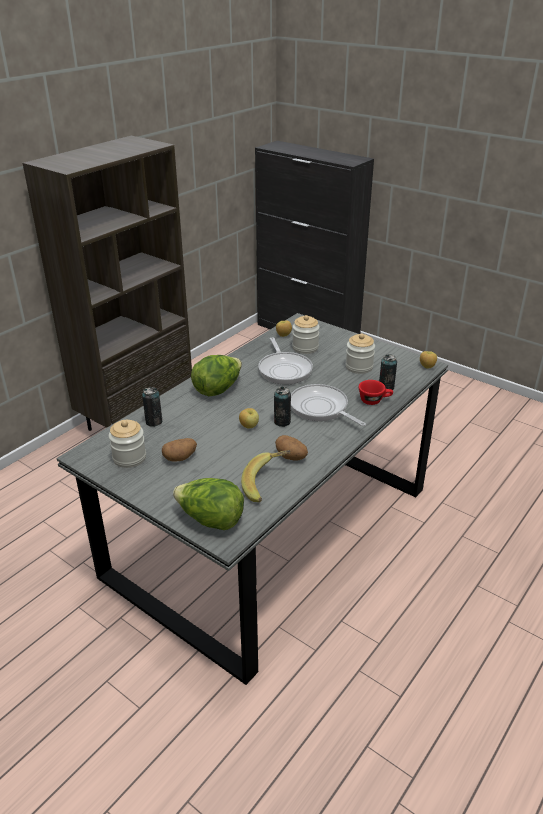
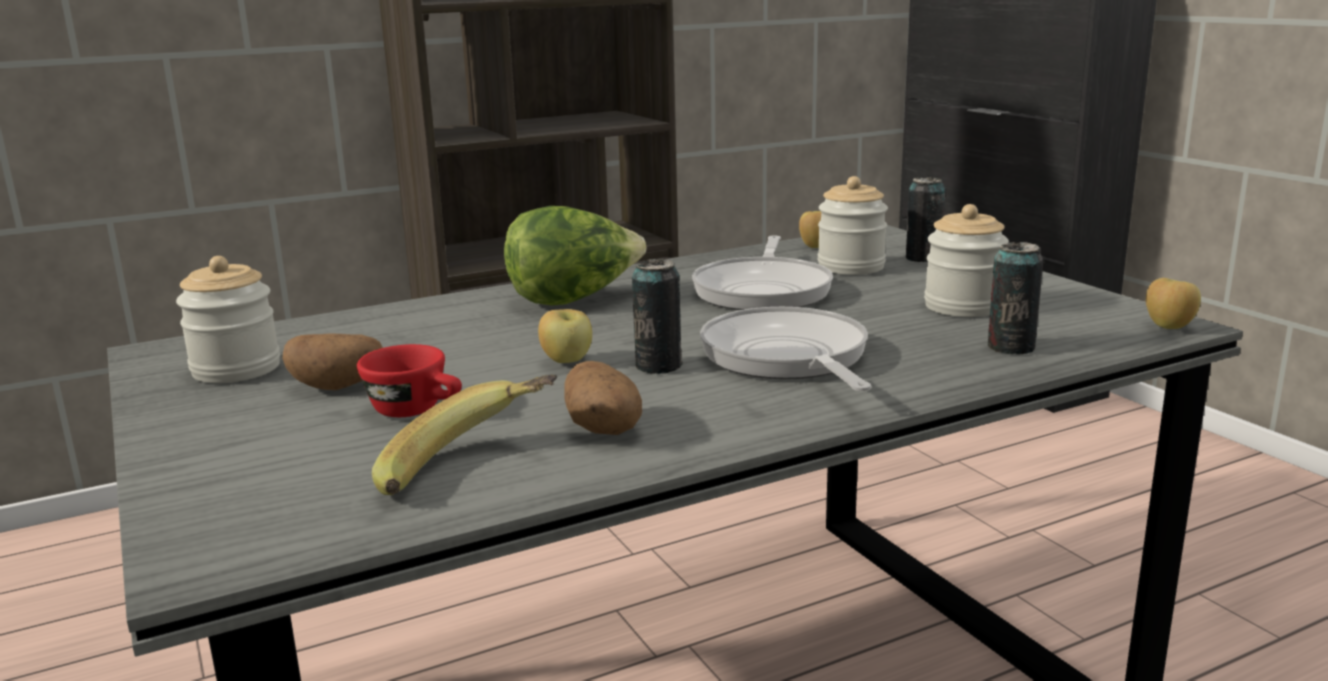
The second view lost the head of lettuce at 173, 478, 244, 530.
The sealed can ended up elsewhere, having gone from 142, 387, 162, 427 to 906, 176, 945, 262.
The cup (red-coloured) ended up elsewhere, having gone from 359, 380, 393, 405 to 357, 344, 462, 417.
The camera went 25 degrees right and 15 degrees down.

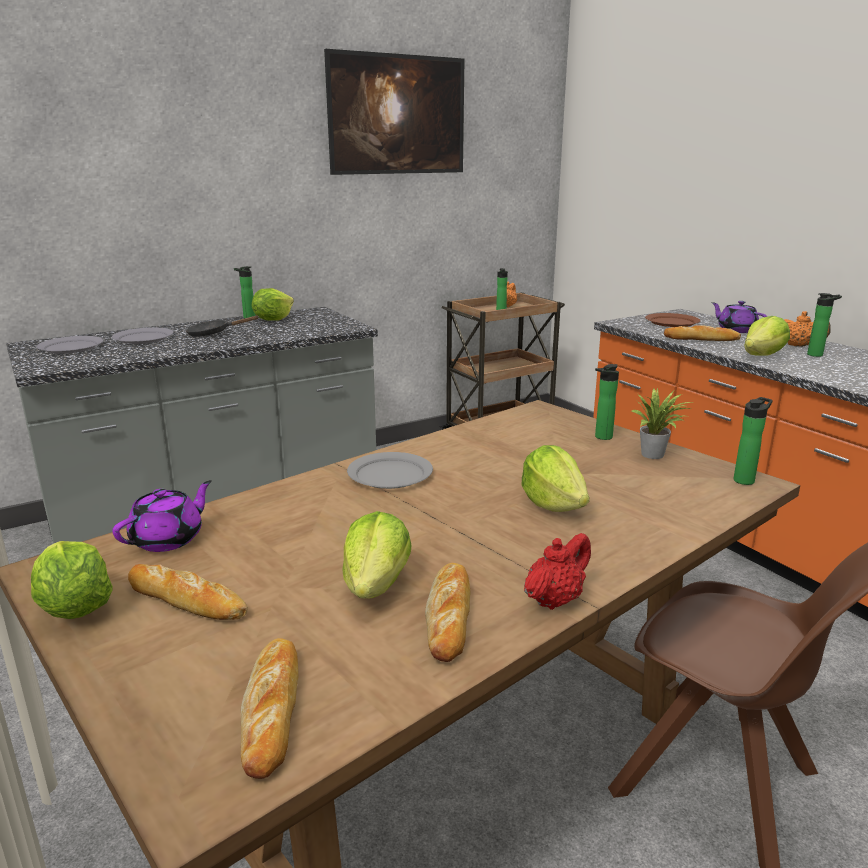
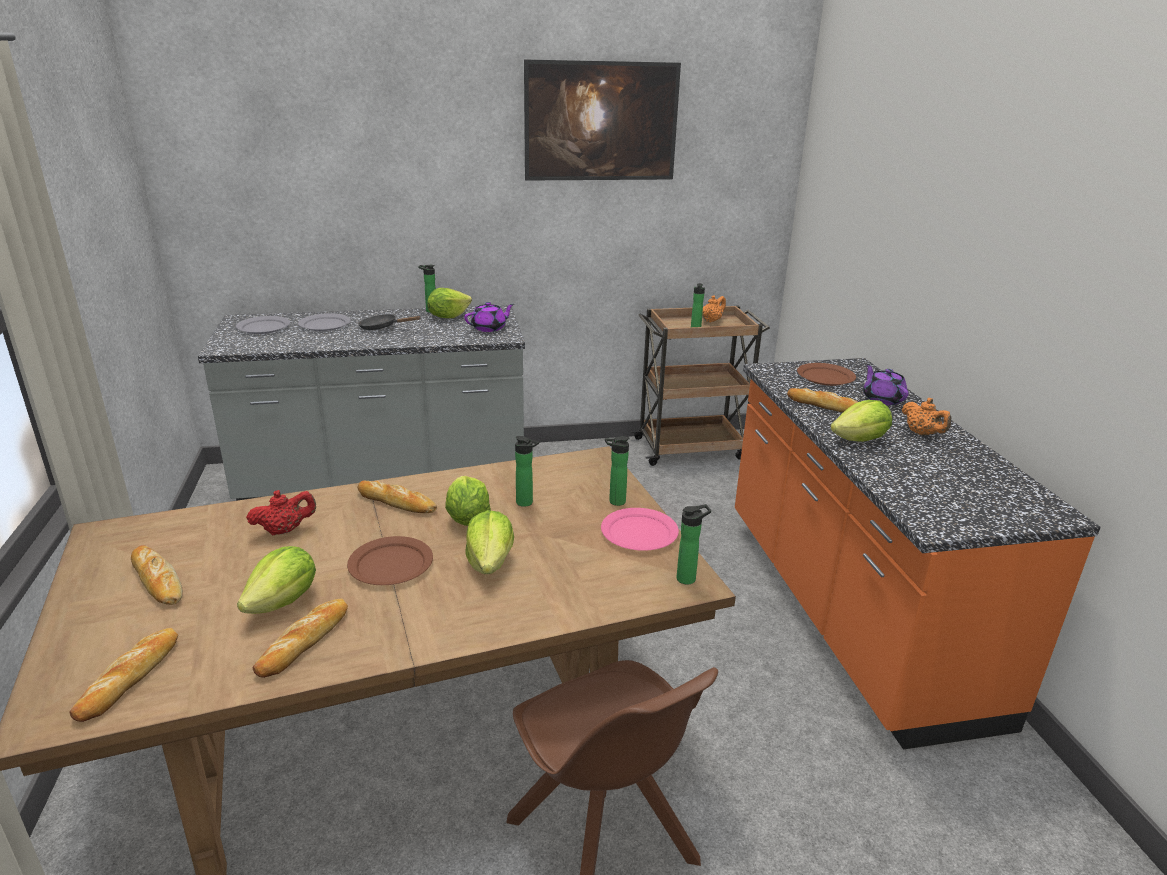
The second view gained the flat dish (brown) at 347, 536, 433, 585.
The head of lettuce ended up elsewhere, having gone from 31, 541, 113, 619 to 445, 476, 491, 526.
The pot for tea (purplish) ended up elsewhere, having gone from 112, 480, 212, 552 to 464, 302, 514, 332.
The pot for tea (red-coloured) ended up elsewhere, having gone from 524, 533, 591, 610 to 246, 490, 316, 535.
The beverage bottle ended up elsewhere, having gone from 807, 293, 842, 357 to 515, 436, 539, 507.
Where the flat dish (gray) stood at 347, 452, 433, 489, the bread came to stand at 357, 481, 437, 513.
Where the houseplant stood at 632, 387, 693, 459, the flat dish (pink-coloured) came to stand at 601, 508, 679, 551.
The camera went 20 degrees right and 5 degrees up.

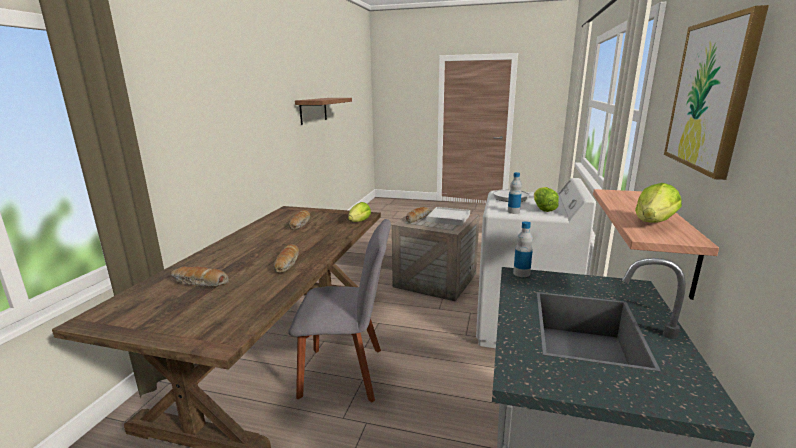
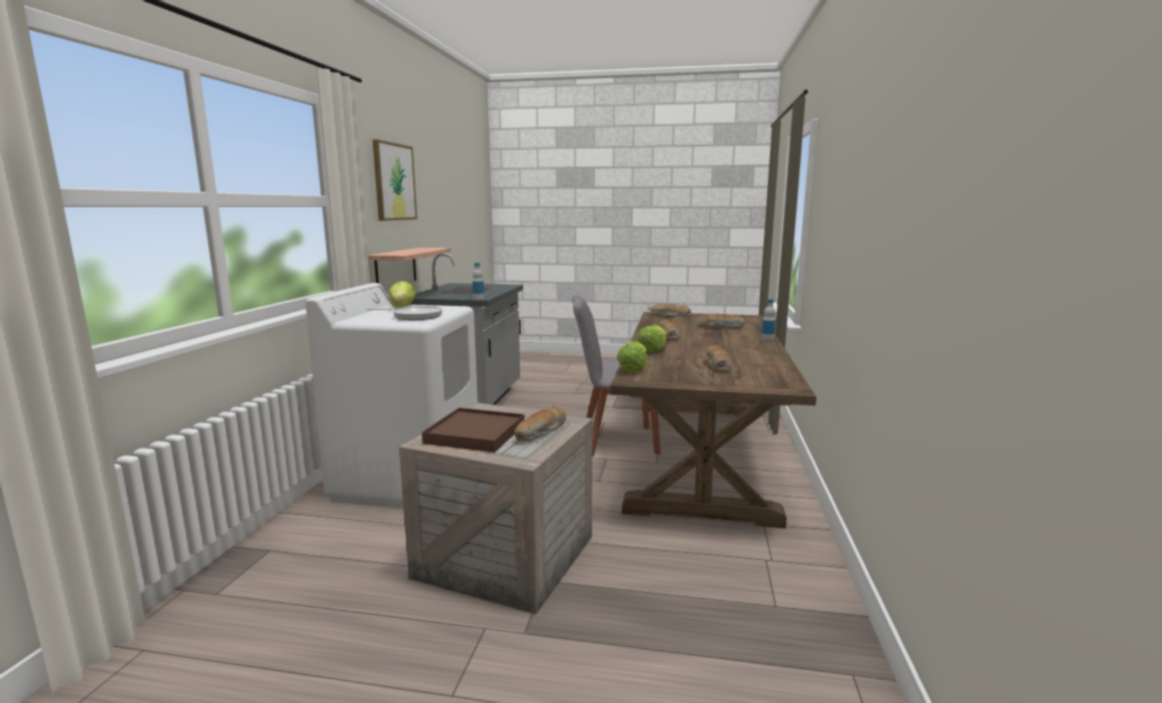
The second view lost the bracket shelf at 295, 98, 352, 125.
The second view gained the bread at 649, 304, 692, 317.
The beverage bottle ended up elsewhere, having gone from 508, 172, 522, 214 to 761, 299, 776, 341.
The head of lettuce ended up elsewhere, having gone from 635, 183, 682, 223 to 637, 325, 667, 352.
What was the tray (white) at 427, 207, 470, 226 turned into the tray (brown) at 422, 408, 525, 452.
The camera went 175 degrees right and 5 degrees down.

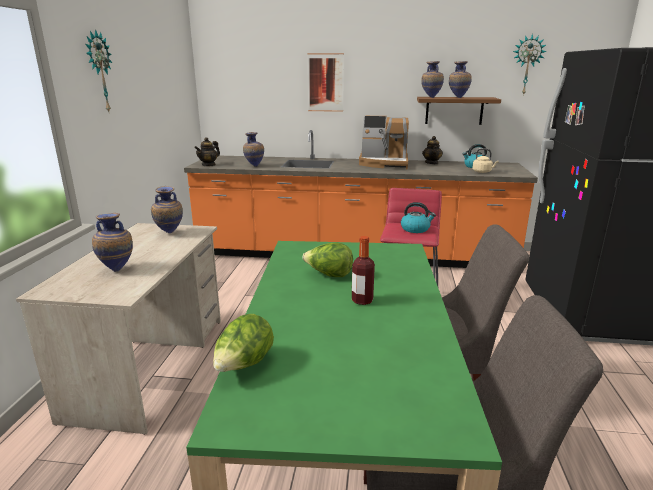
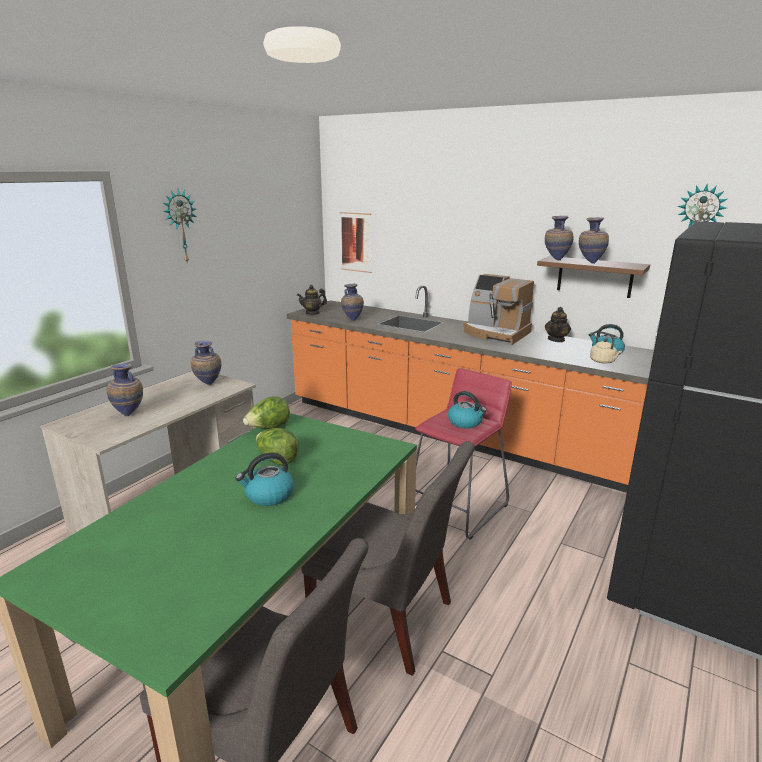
The head of lettuce ended up elsewhere, having gone from 213, 314, 274, 372 to 243, 397, 290, 429.
The wall art ended up elsewhere, having gone from 307, 53, 344, 112 to 339, 212, 372, 273.
Where the beverage bottle stood at 352, 236, 375, 305, the kettle came to stand at 235, 452, 294, 506.
The camera went 25 degrees right and 0 degrees up.

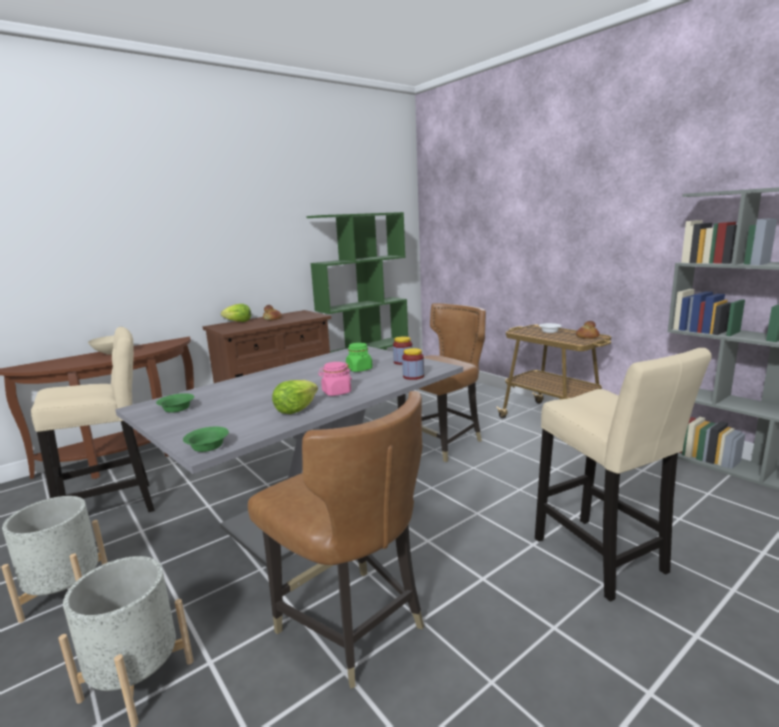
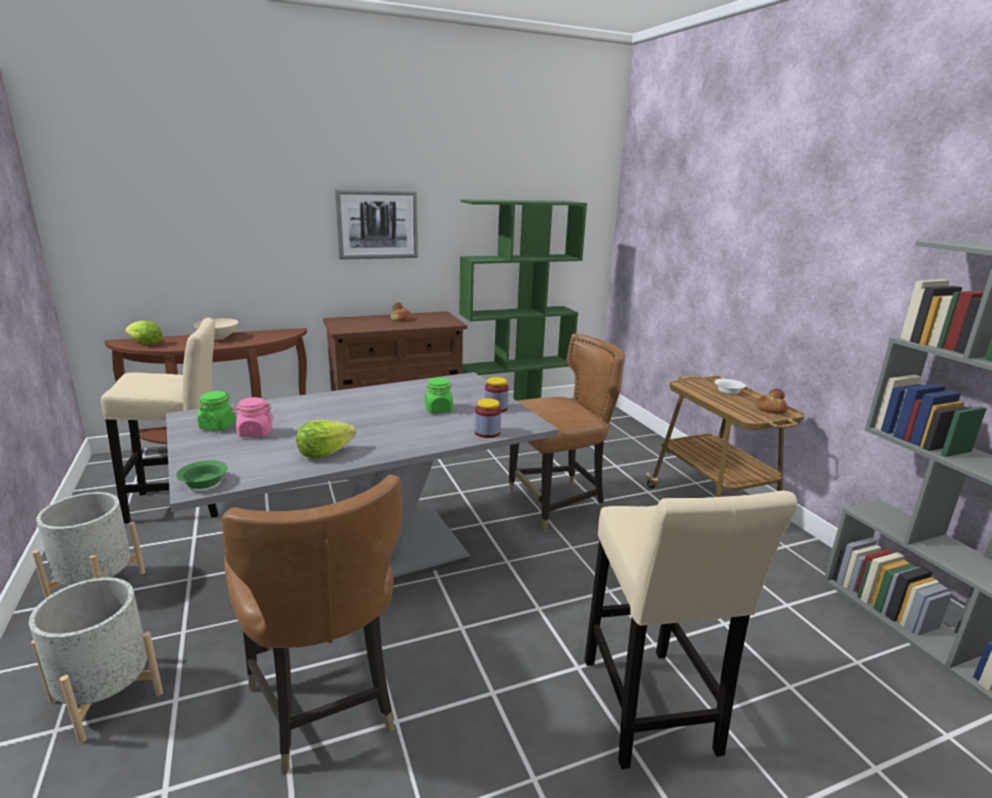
The second view gained the wall art at 335, 189, 418, 260.
The head of lettuce ended up elsewhere, having gone from 221, 304, 251, 322 to 125, 321, 163, 345.
The jar (pink-coloured) ended up elsewhere, having gone from 318, 362, 352, 396 to 231, 397, 274, 437.
Where the serving bowl (green) stood at 156, 393, 194, 412, the jar (green) came to stand at 197, 391, 236, 431.
The camera went 15 degrees right and 5 degrees up.

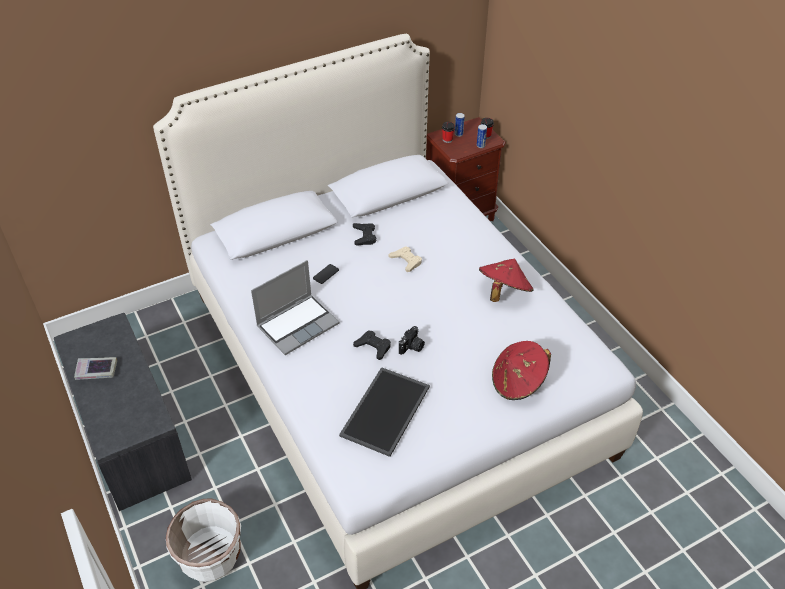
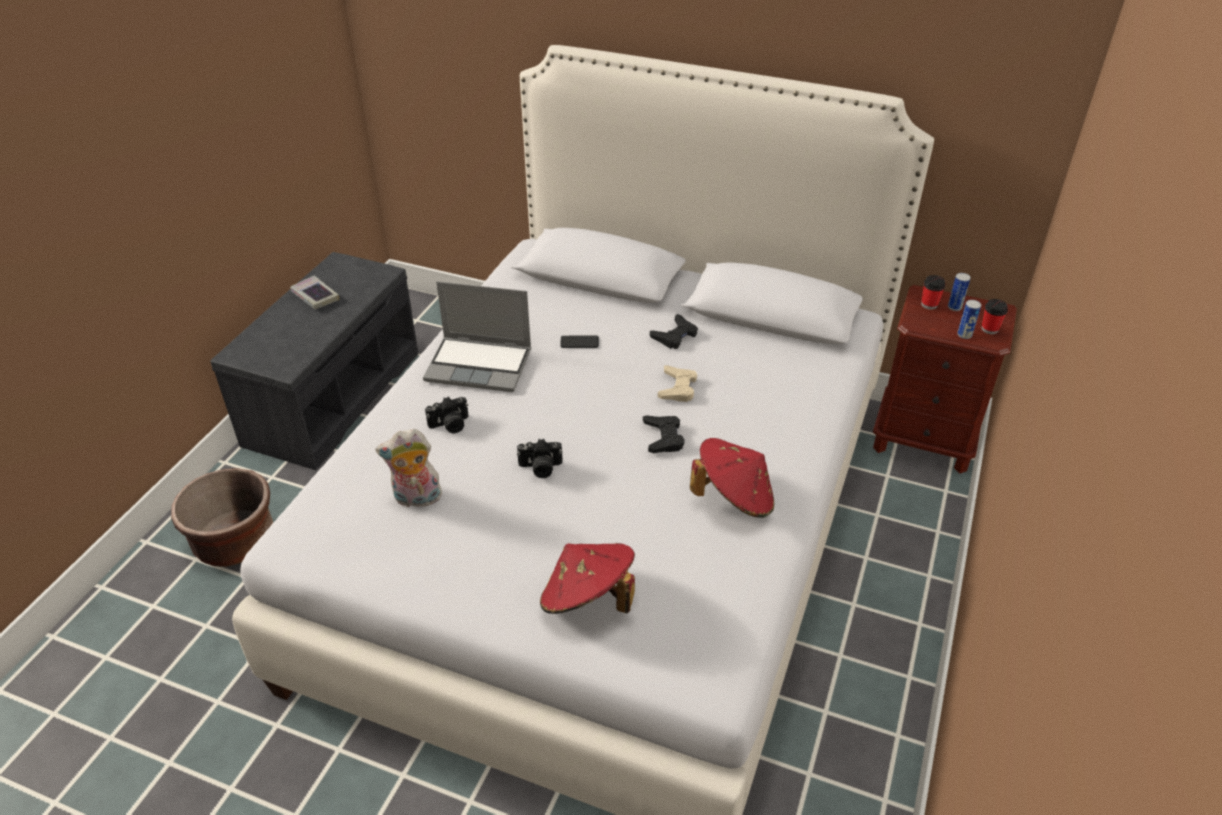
The second view gained the photo camera at 425, 396, 469, 433.
The gamepad (blackish) ended up elsewhere, having gone from 353, 331, 391, 360 to 643, 416, 685, 453.
Where the tray stood at 339, 367, 430, 457, the cuddly toy came to stand at 375, 429, 445, 507.
What was the planter (white) at 166, 499, 241, 582 turned into the planter (brown) at 171, 468, 273, 567.
The camera went 50 degrees right and 5 degrees down.

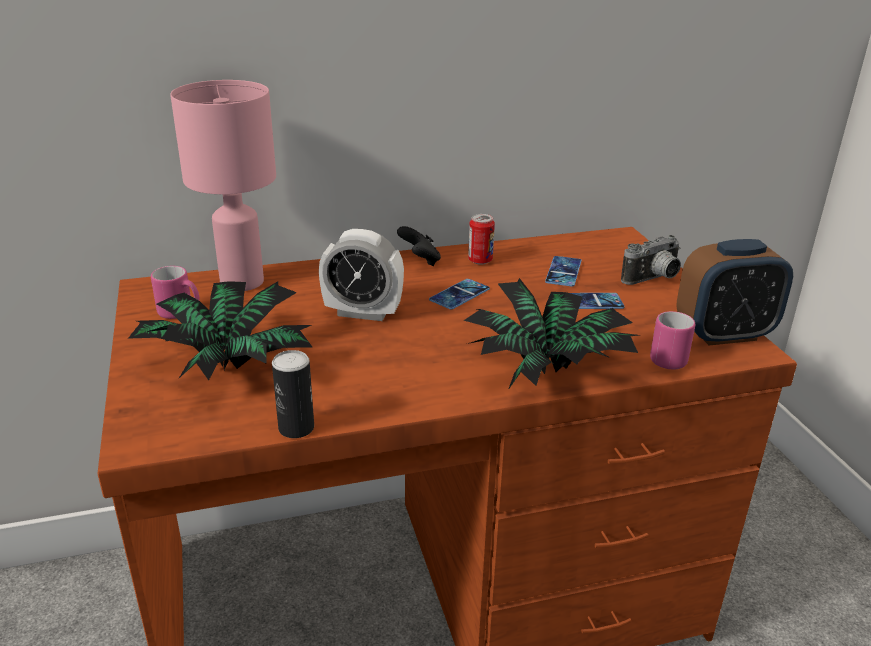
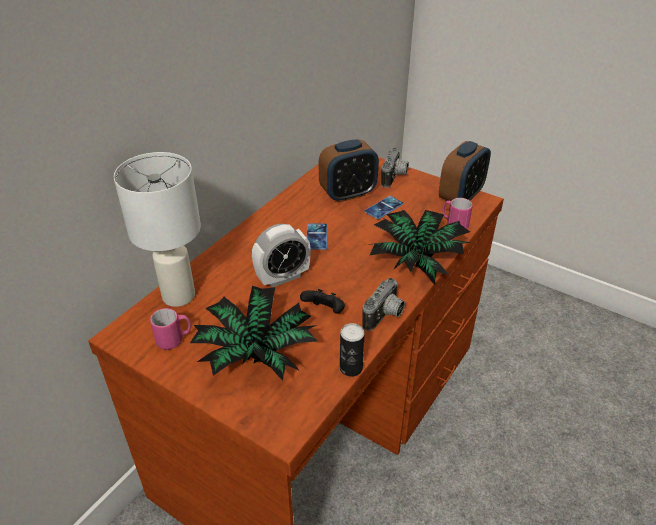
The second view lost the sealed can at 468, 214, 495, 265.
The second view gained the photo camera at 362, 278, 405, 331.
The gamepad (blackish) ended up elsewhere, having gone from 397, 226, 441, 266 to 300, 289, 345, 314.
Where the telephone stood at 545, 256, 581, 287, the table clock came to stand at 319, 139, 379, 202.
What was the table lamp (pink-coloured) at 170, 80, 276, 291 turned into the table lamp (white) at 114, 152, 201, 307.
The camera went 40 degrees left and 10 degrees up.

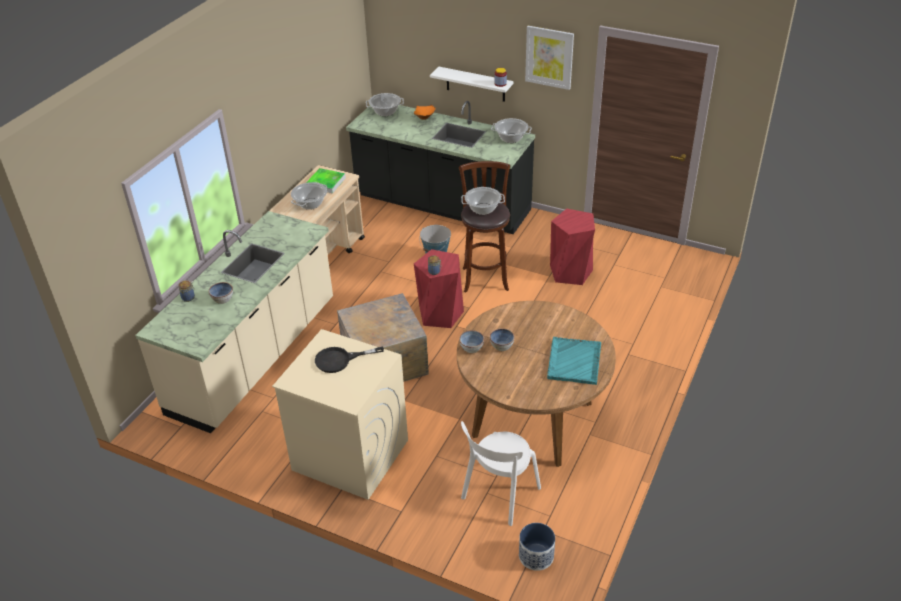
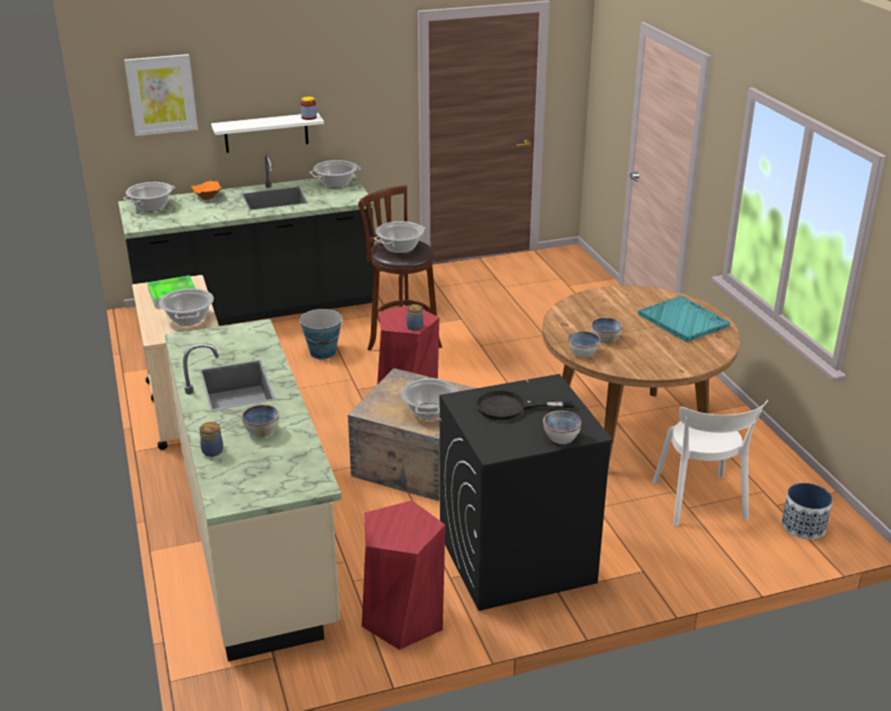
The second view gained the saucepot at 401, 378, 457, 420.
The second view gained the serving bowl at 543, 410, 582, 444.
The wall art ended up elsewhere, having gone from 525, 26, 574, 90 to 124, 54, 198, 136.
The stool (red-coloured) ended up elsewhere, having gone from 550, 209, 595, 285 to 362, 500, 445, 650.
What was the laundry appliance (beige) at 272, 329, 408, 500 turned into the laundry appliance (blackish) at 440, 374, 613, 611.
The frying pan (blackish) at 315, 346, 384, 373 ended up facing another way, 60 degrees clockwise from before.
The camera went 45 degrees left and 10 degrees down.

